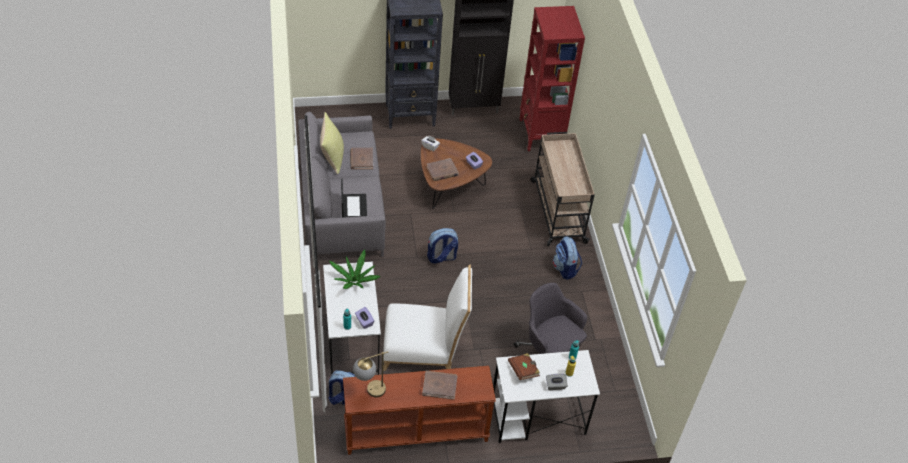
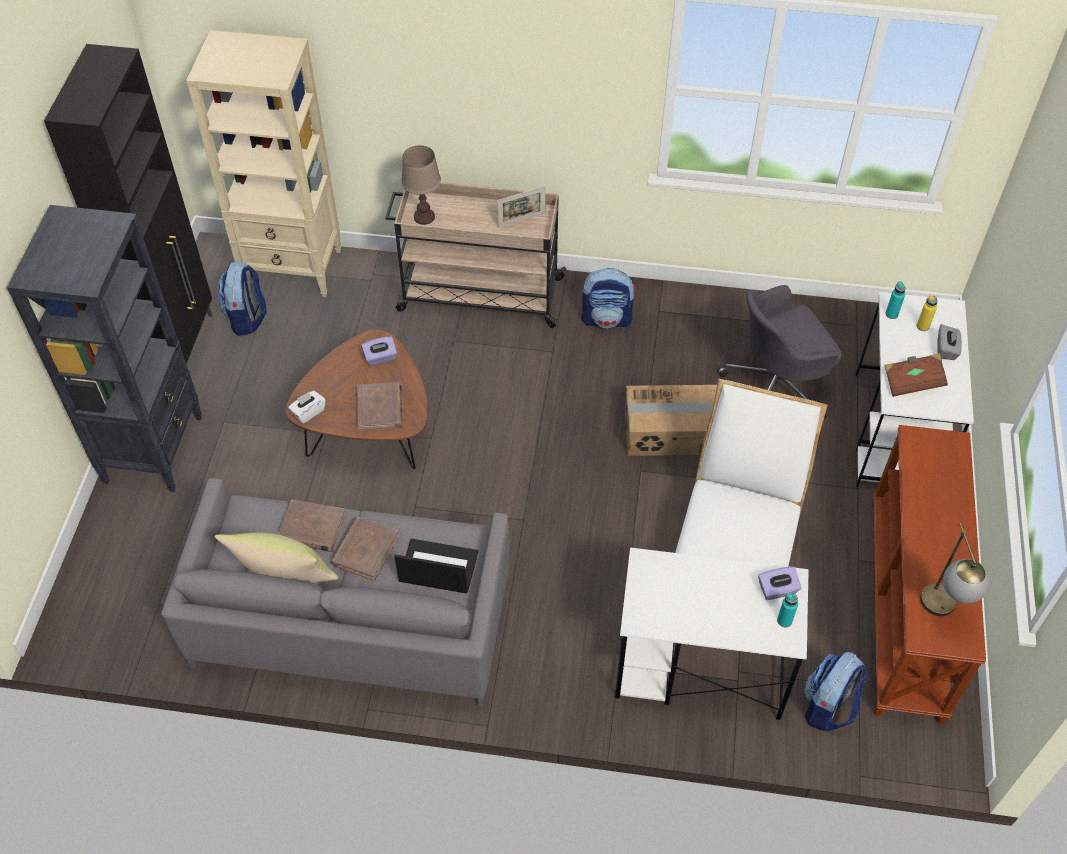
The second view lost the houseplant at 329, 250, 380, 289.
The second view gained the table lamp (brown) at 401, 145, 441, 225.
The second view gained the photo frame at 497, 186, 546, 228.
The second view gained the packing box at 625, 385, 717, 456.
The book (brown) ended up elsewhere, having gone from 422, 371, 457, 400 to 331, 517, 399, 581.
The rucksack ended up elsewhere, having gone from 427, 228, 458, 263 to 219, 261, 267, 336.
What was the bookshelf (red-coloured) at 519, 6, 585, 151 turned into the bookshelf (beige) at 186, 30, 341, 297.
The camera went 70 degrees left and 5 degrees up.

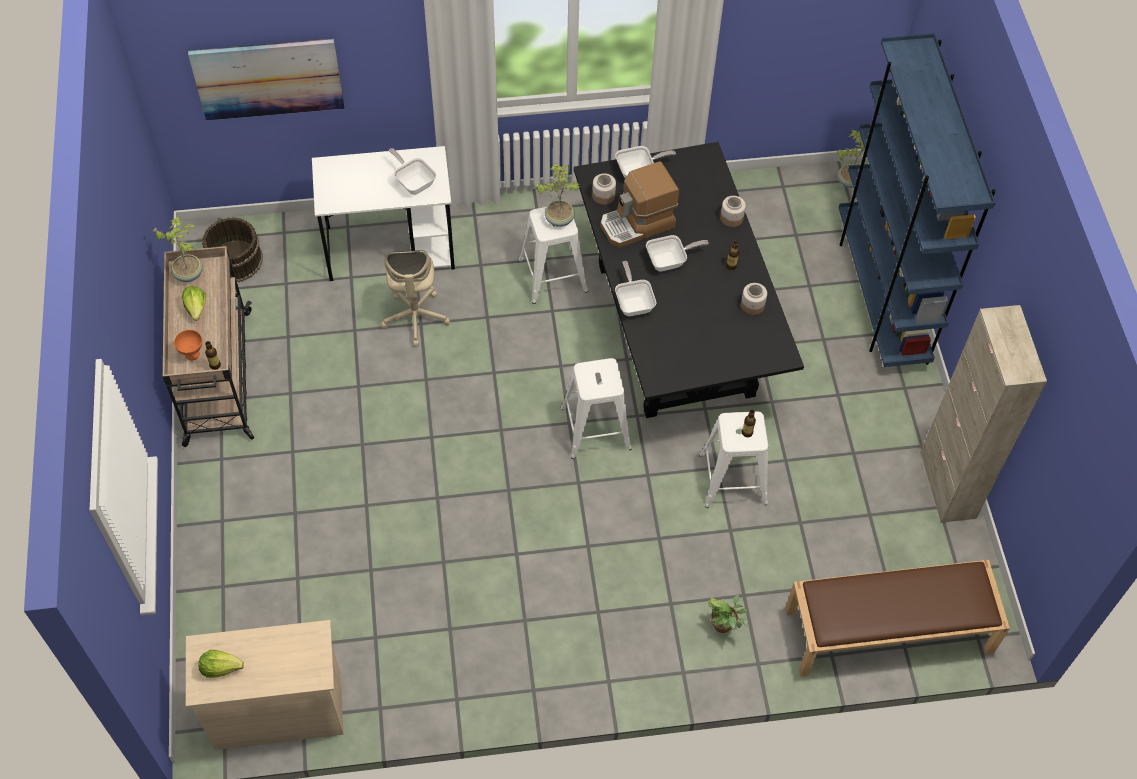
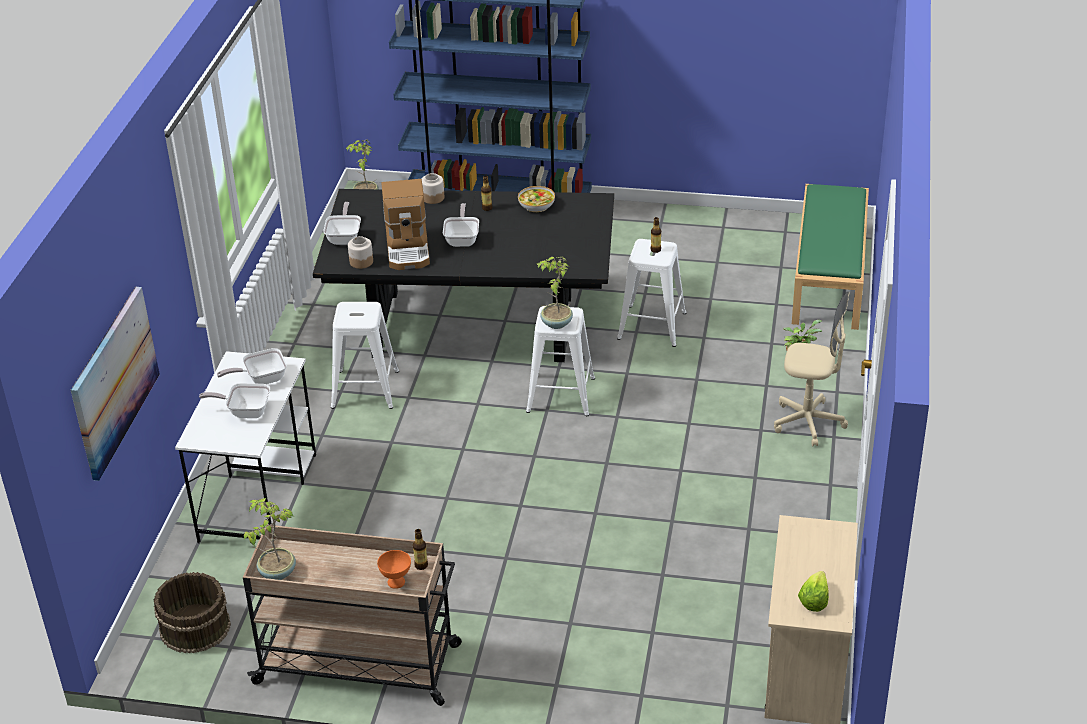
The second view lost the head of lettuce at 182, 286, 206, 321.
The second view lost the cupboard (beige) at 920, 305, 1047, 523.
The desk chair (beige) ended up elsewhere, having gone from 381, 250, 450, 346 to 774, 292, 849, 446.
The houseplant ended up elsewhere, having gone from 534, 163, 581, 227 to 537, 257, 573, 329.
The frying pan ended up elsewhere, having gone from 615, 261, 656, 316 to 199, 383, 270, 418.
Where the jar stood at 741, 283, 767, 315, the serving bowl came to stand at 518, 186, 555, 212.
What was the bench (brown) at 785, 560, 1010, 677 turned into the bench (green) at 792, 184, 869, 330.
The camera went 70 degrees left and 20 degrees down.

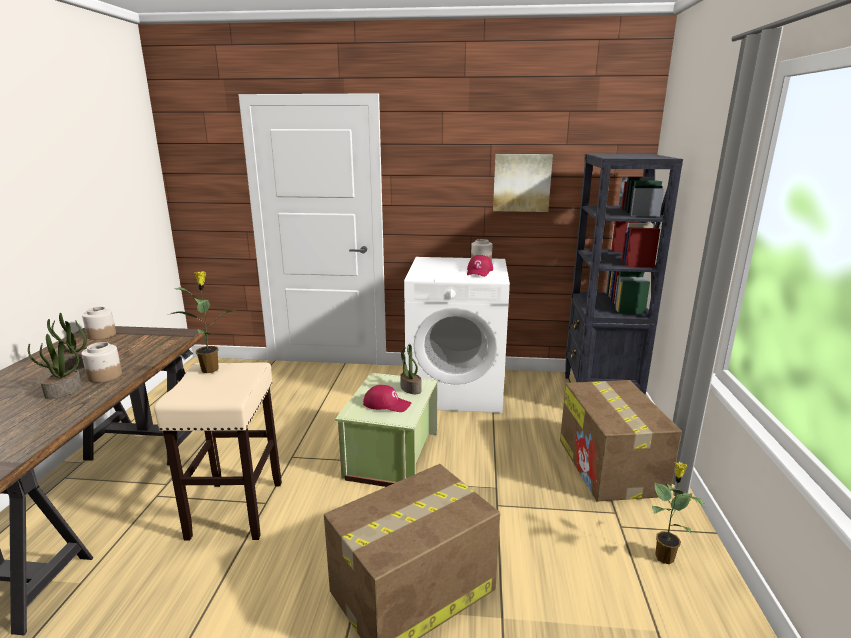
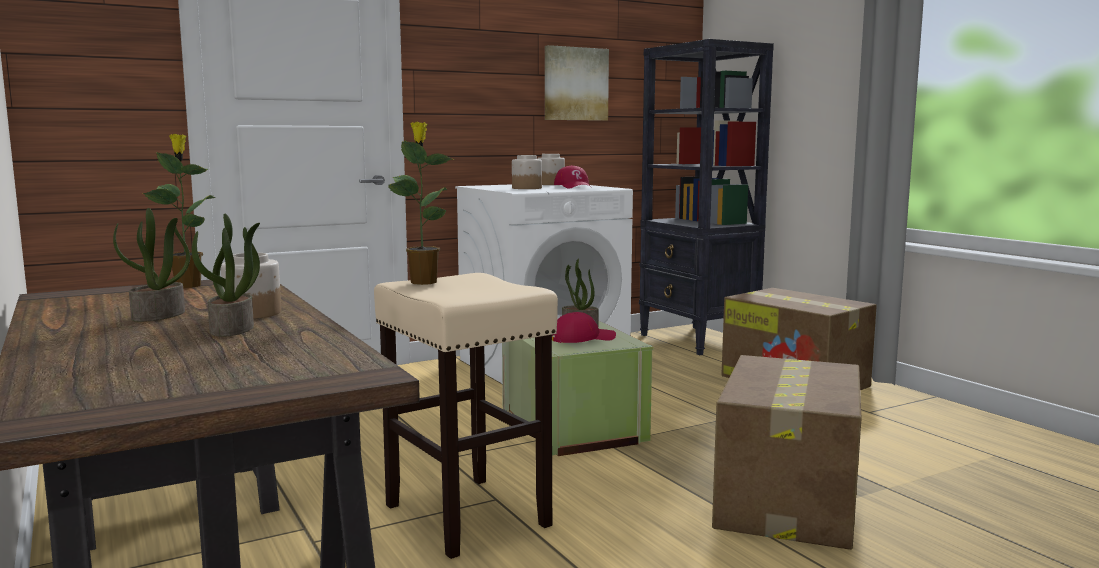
The jar ended up elsewhere, having gone from 82, 307, 116, 340 to 512, 155, 542, 189.
The houseplant ended up elsewhere, having gone from 652, 462, 705, 564 to 143, 134, 216, 288.
The camera went 35 degrees left and 10 degrees down.

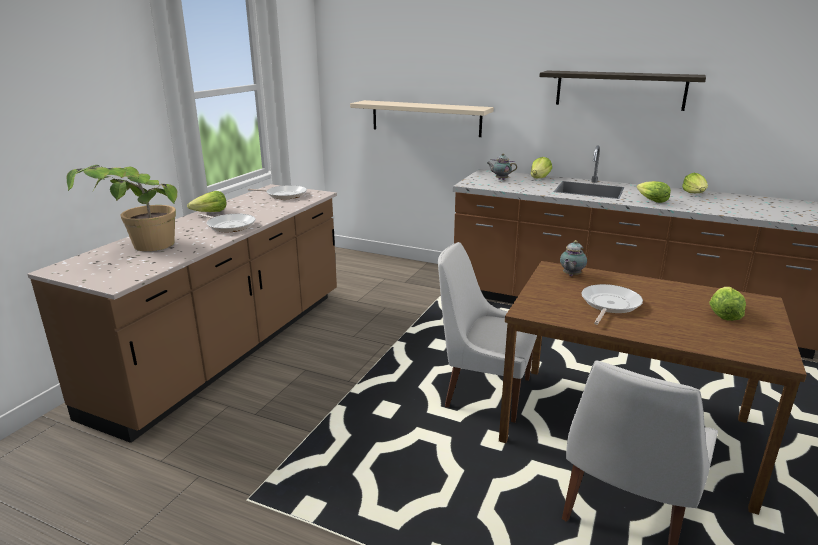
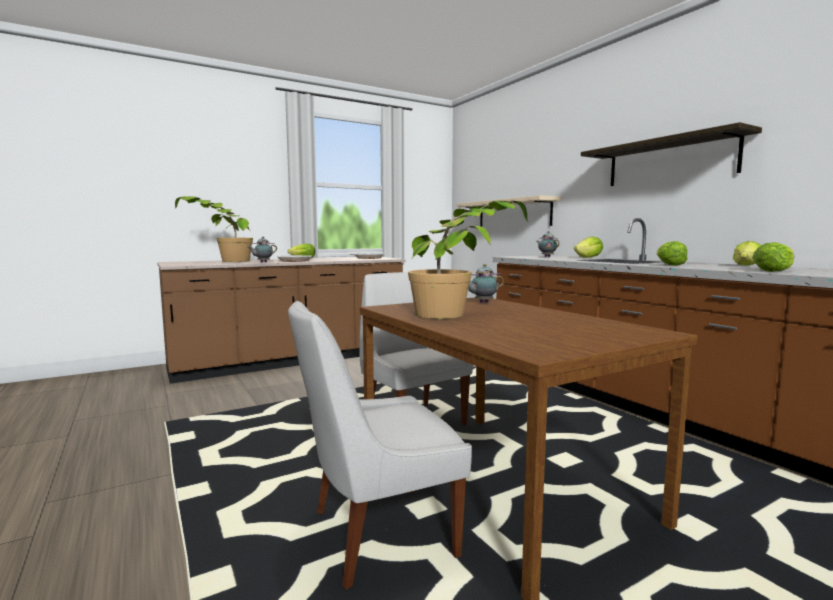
The second view gained the pot for tea at 248, 237, 277, 262.
The head of lettuce ended up elsewhere, having gone from 709, 287, 746, 321 to 752, 242, 794, 272.
Where the frying pan stood at 581, 284, 643, 325, the houseplant came to stand at 408, 201, 528, 319.
The camera went 35 degrees right and 15 degrees down.

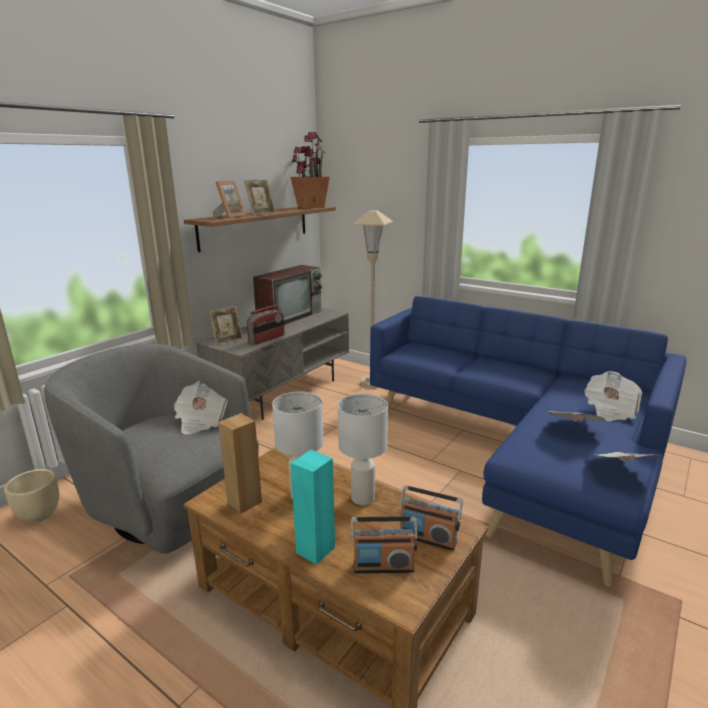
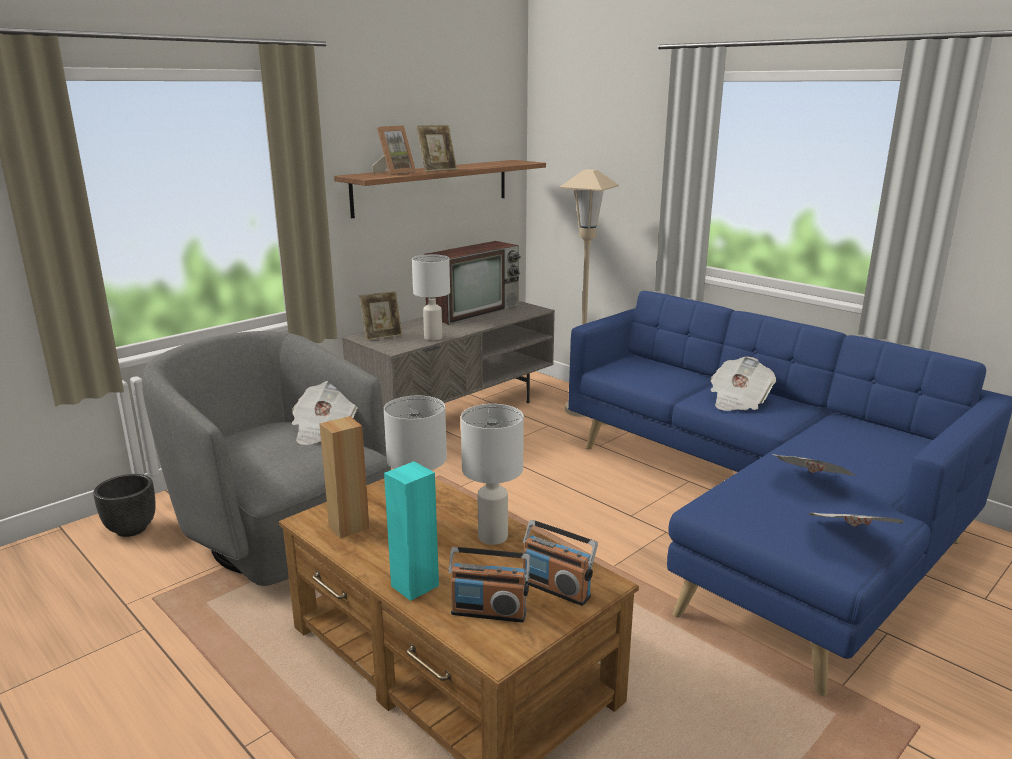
The second view lost the houseplant at 291, 132, 330, 208.
The newspaper ended up elsewhere, having gone from 584, 371, 642, 421 to 711, 357, 776, 411.
Where the radio stood at 247, 305, 285, 345, the table lamp (white) came to stand at 412, 255, 450, 341.
What was the planter (beige) at 4, 469, 59, 523 turned into the planter (blackish) at 93, 474, 156, 537.
The camera went 10 degrees right and 0 degrees up.

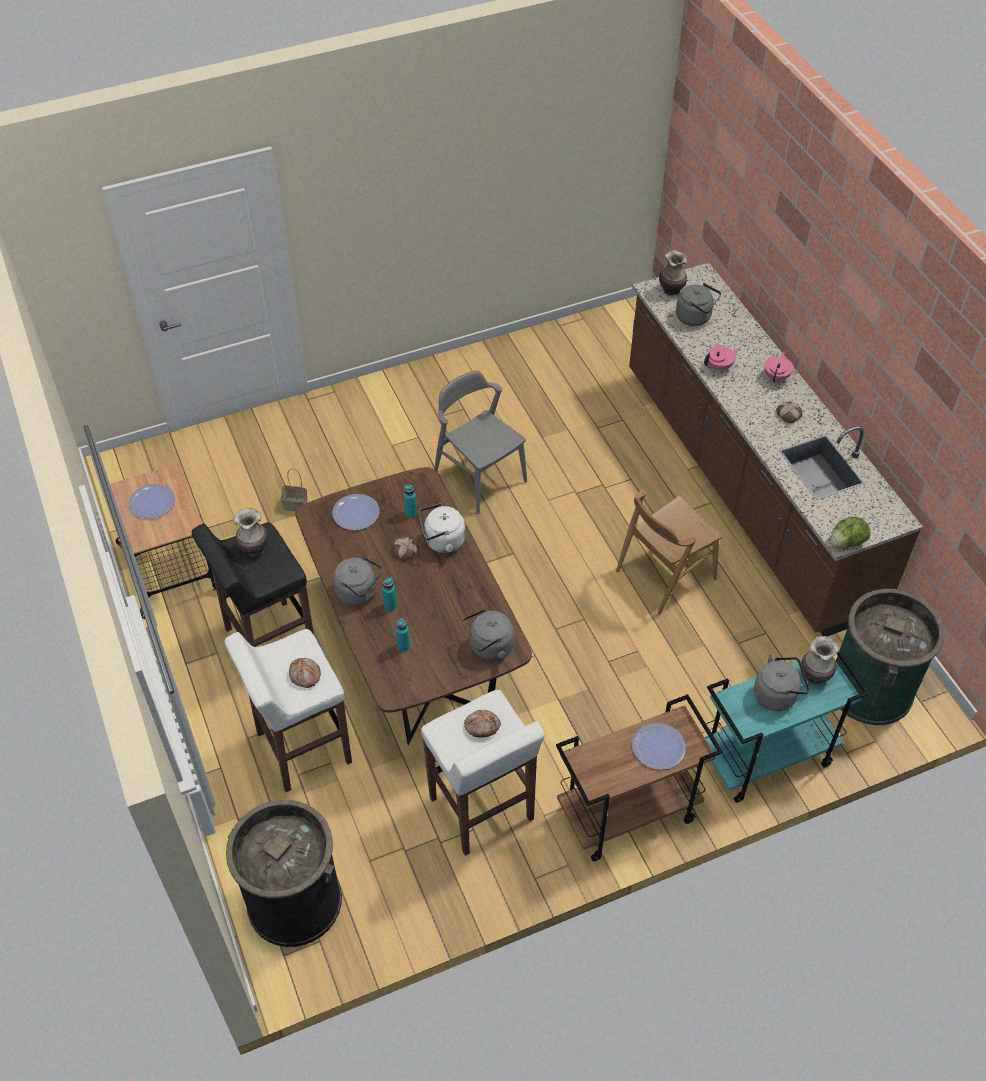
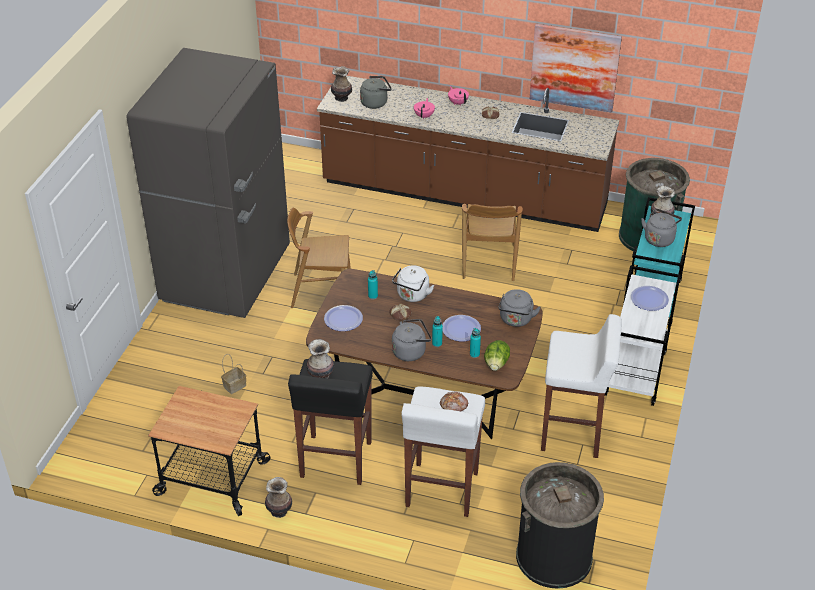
The second view lost the bread at 464, 710, 501, 738.
The second view gained the refrigerator (gray) at 127, 48, 290, 318.
The second view gained the flower vase at 265, 477, 292, 518.
The second view gained the wall art at 530, 24, 622, 113.
The flat dish ended up elsewhere, having gone from 128, 484, 175, 519 to 443, 315, 481, 342.
The head of lettuce ended up elsewhere, having gone from 831, 517, 870, 548 to 484, 340, 510, 371.
What was the plain chair (gray) at 434, 371, 527, 513 turned into the plain chair (brown) at 287, 208, 351, 308.
What was the cart (brown) at 556, 694, 723, 861 turned into the cart (white) at 605, 265, 681, 406.
The camera went 50 degrees left and 10 degrees down.

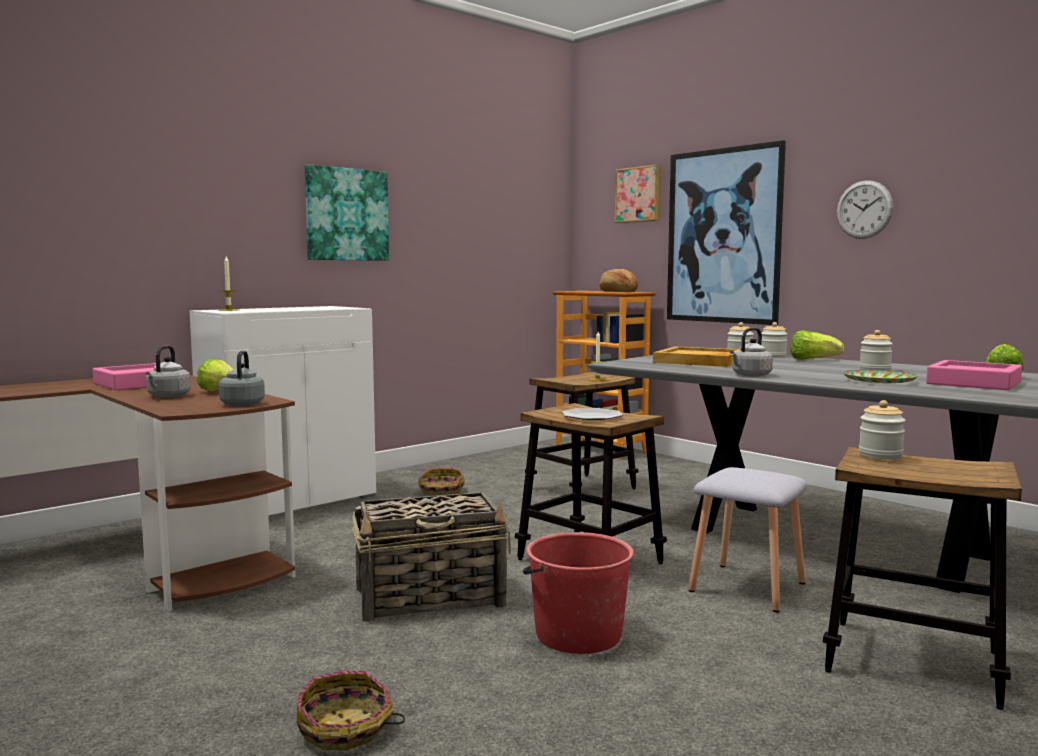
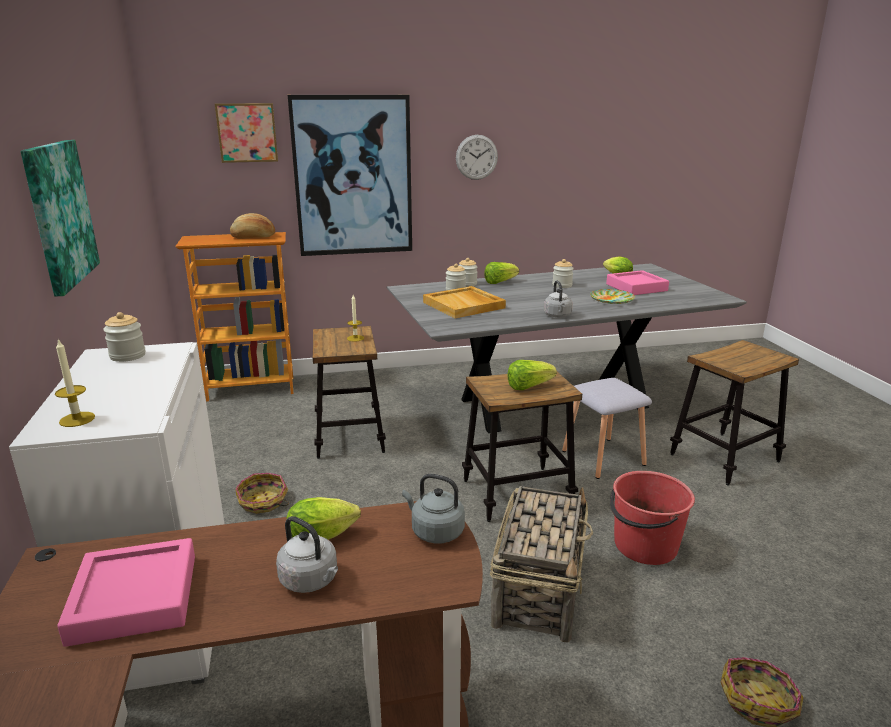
The jar ended up elsewhere, having gone from 859, 400, 906, 459 to 103, 312, 146, 362.
Where the flat dish stood at 562, 408, 623, 420, the head of lettuce came to stand at 508, 360, 557, 390.
The camera went 60 degrees left and 15 degrees up.

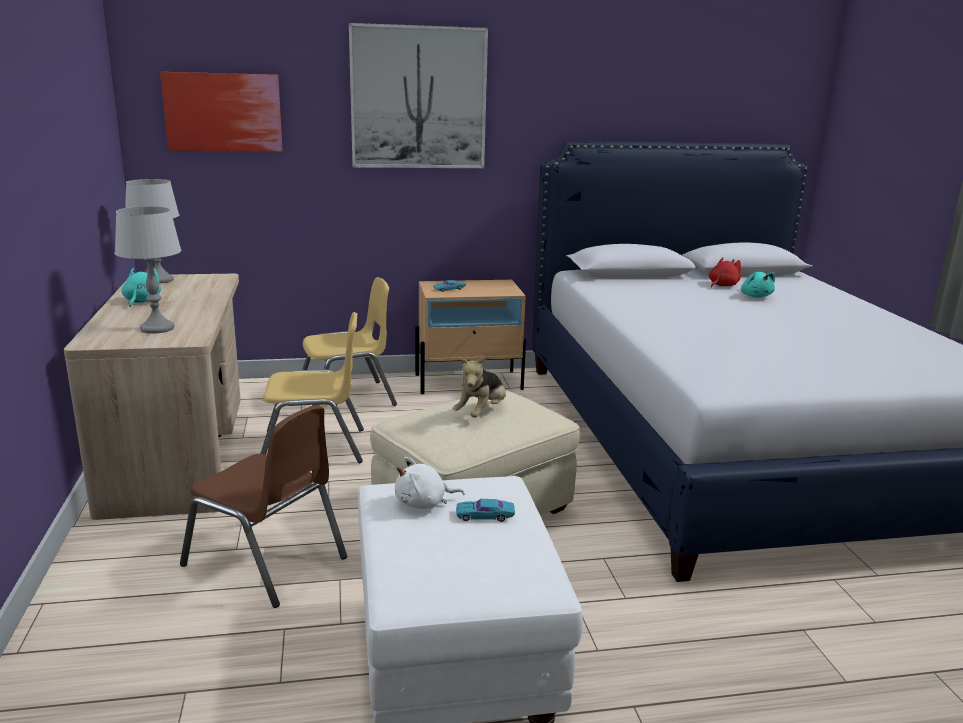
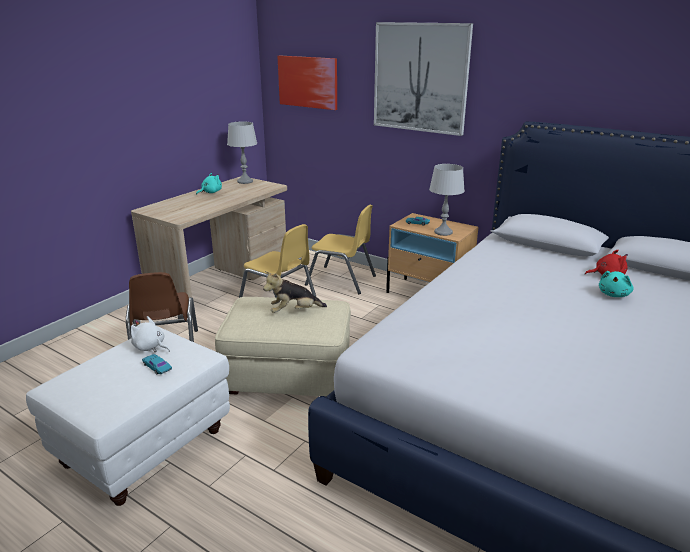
The table lamp (gray) ended up elsewhere, having gone from 115, 206, 181, 333 to 429, 164, 465, 236.
The camera went 45 degrees right and 5 degrees up.

